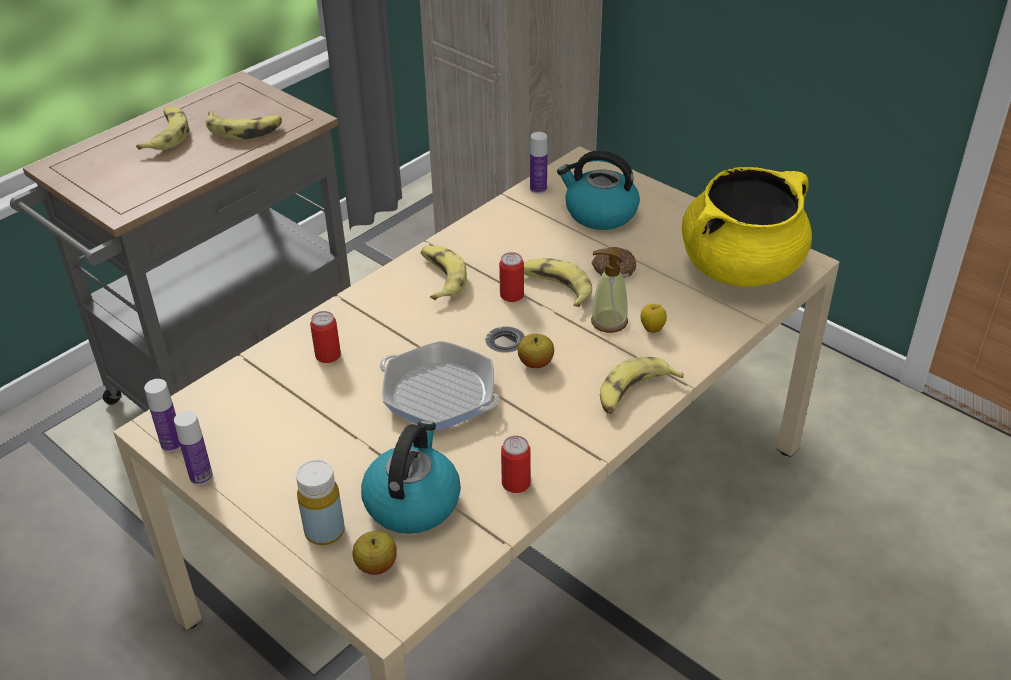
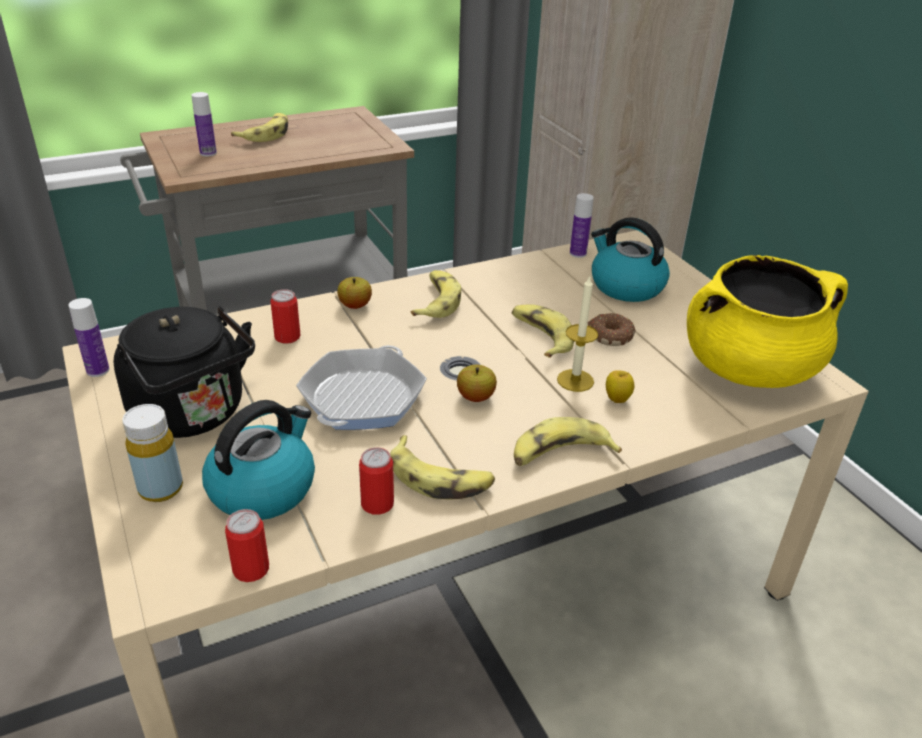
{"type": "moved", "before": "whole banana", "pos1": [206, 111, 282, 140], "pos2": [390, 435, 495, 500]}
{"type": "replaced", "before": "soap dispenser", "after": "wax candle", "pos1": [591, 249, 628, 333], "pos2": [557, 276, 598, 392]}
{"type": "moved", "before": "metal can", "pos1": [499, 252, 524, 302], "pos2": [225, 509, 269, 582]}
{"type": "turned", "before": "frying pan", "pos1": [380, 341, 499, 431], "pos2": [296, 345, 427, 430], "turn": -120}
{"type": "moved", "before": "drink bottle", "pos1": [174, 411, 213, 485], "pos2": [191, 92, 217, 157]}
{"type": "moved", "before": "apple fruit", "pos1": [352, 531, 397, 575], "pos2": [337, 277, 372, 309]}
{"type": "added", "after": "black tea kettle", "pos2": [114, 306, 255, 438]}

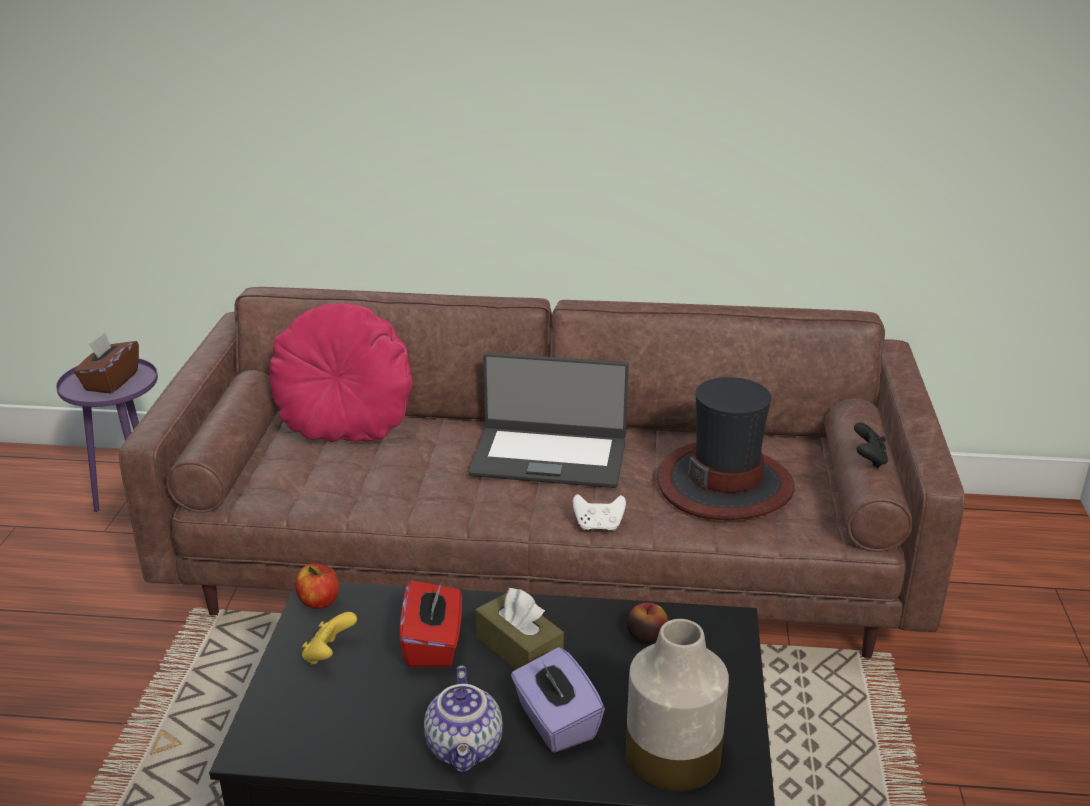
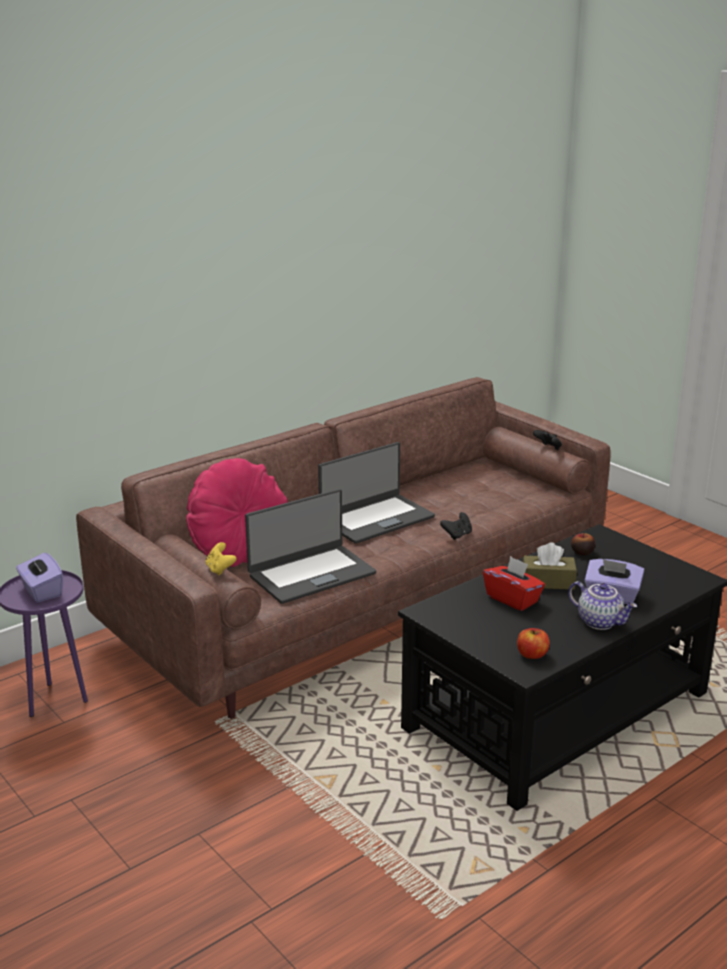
{"type": "recoloured", "before": "brown-coloured box of tissues", "after": "purple box of tissues", "pos1": [74, 333, 139, 394], "pos2": [16, 553, 63, 603]}
{"type": "removed", "before": "wearable hat", "pos1": [657, 377, 795, 520]}
{"type": "recoloured", "before": "white-coloured game controller", "after": "black game controller", "pos1": [573, 494, 626, 531], "pos2": [440, 512, 472, 540]}
{"type": "moved", "before": "apple fruit", "pos1": [295, 563, 339, 609], "pos2": [517, 628, 550, 659]}
{"type": "moved", "before": "yellowish game controller", "pos1": [302, 612, 357, 665], "pos2": [206, 542, 237, 576]}
{"type": "removed", "before": "sand-coloured decorative vase", "pos1": [626, 619, 729, 792]}
{"type": "added", "after": "notebook computer", "pos2": [245, 489, 376, 604]}

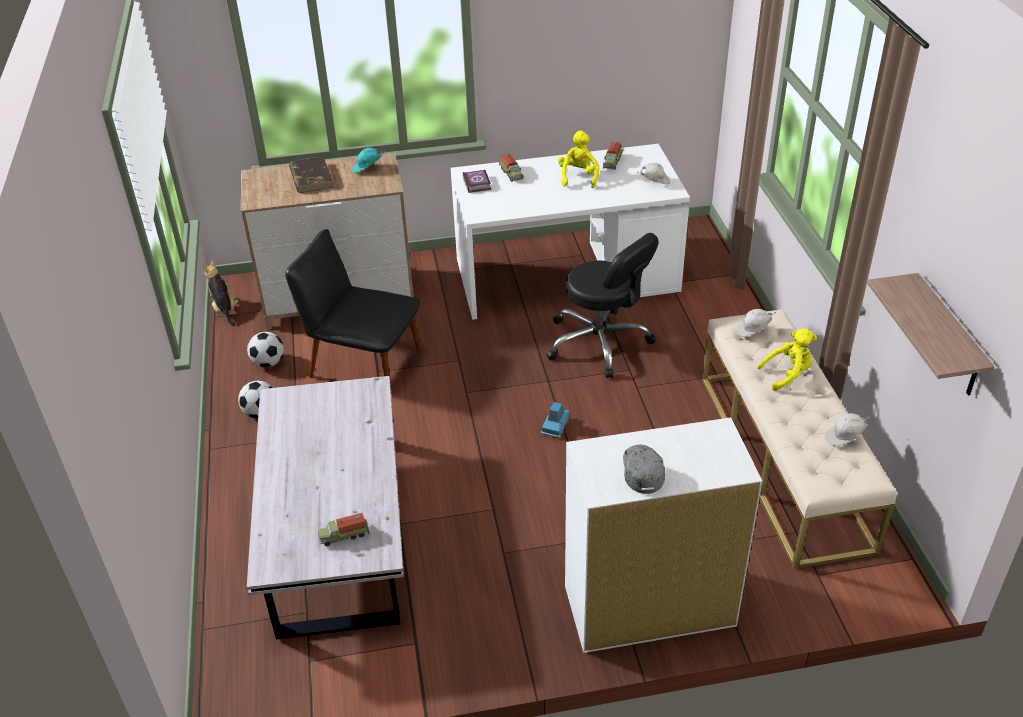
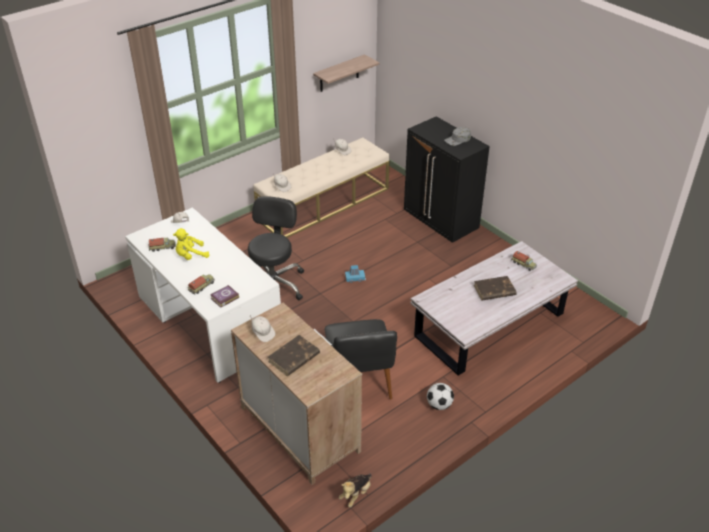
{"type": "recoloured", "before": "turquoise peaked cap", "after": "white-coloured peaked cap", "pos1": [352, 148, 386, 173], "pos2": [249, 316, 275, 342]}
{"type": "removed", "before": "yellowish cuddly toy", "pos1": [757, 328, 817, 391]}
{"type": "removed", "before": "ball for football", "pos1": [247, 332, 284, 368]}
{"type": "recoloured", "before": "white-coloured cabinet", "after": "black cabinet", "pos1": [565, 417, 762, 653], "pos2": [404, 116, 490, 243]}
{"type": "added", "after": "brown-coloured book", "pos2": [474, 276, 517, 300]}

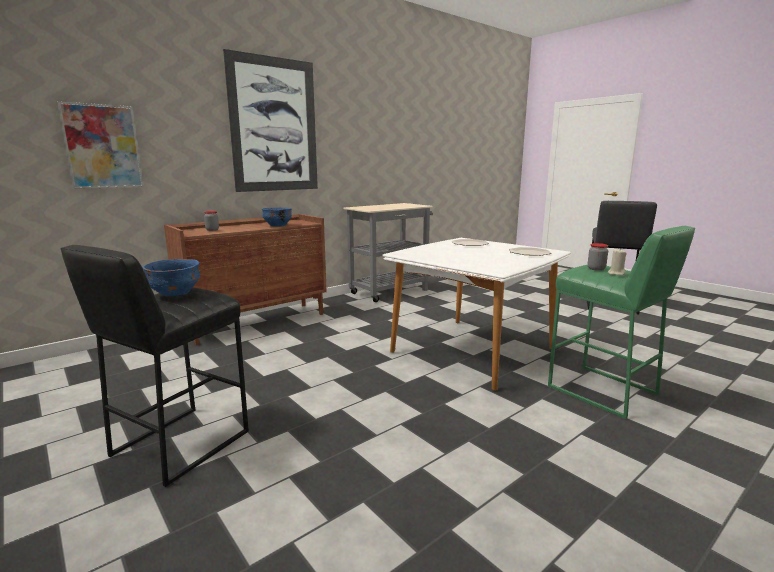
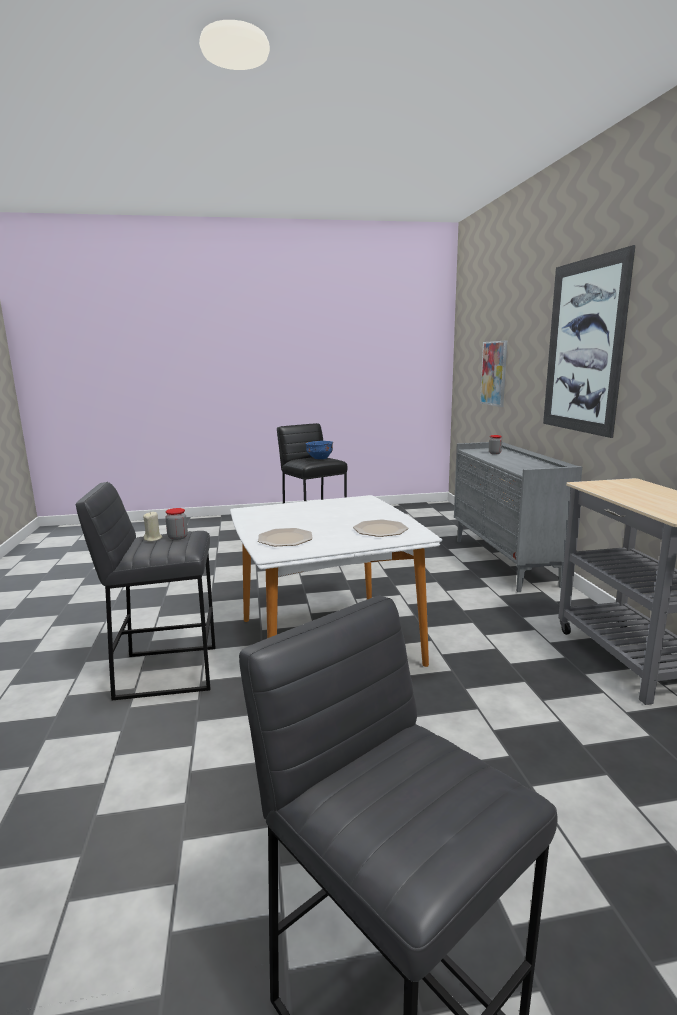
{"type": "removed", "before": "blue serving bowl", "pos1": [262, 207, 292, 227]}
{"type": "recoloured", "before": "brown-coloured cabinet", "after": "greyish cabinet", "pos1": [164, 214, 327, 345], "pos2": [454, 442, 582, 592]}
{"type": "recoloured", "before": "green sitting stool", "after": "greyish sitting stool", "pos1": [548, 226, 695, 419], "pos2": [76, 482, 215, 700]}

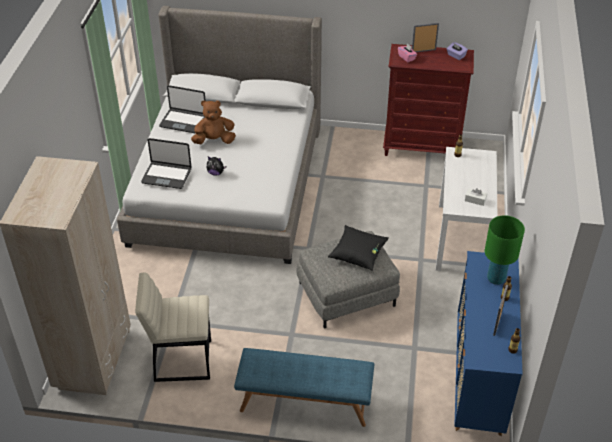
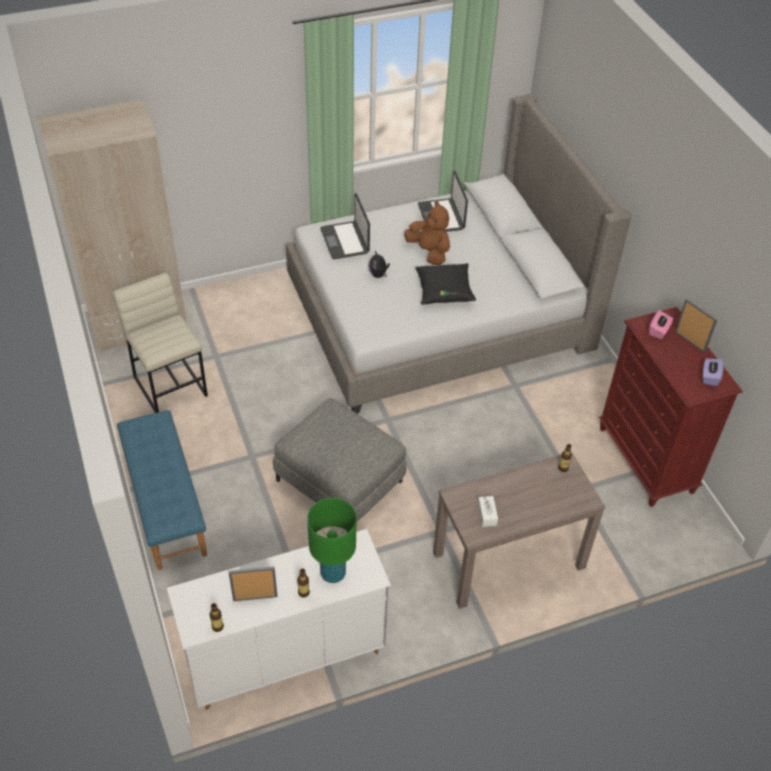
{"type": "recoloured", "before": "white-coloured narrow table", "after": "brown-coloured narrow table", "pos1": [436, 147, 497, 271], "pos2": [433, 451, 606, 609]}
{"type": "moved", "before": "black cushion", "pos1": [328, 225, 388, 271], "pos2": [415, 263, 476, 305]}
{"type": "recoloured", "before": "blue cabinet", "after": "white-coloured cabinet", "pos1": [454, 251, 523, 436], "pos2": [167, 529, 391, 710]}

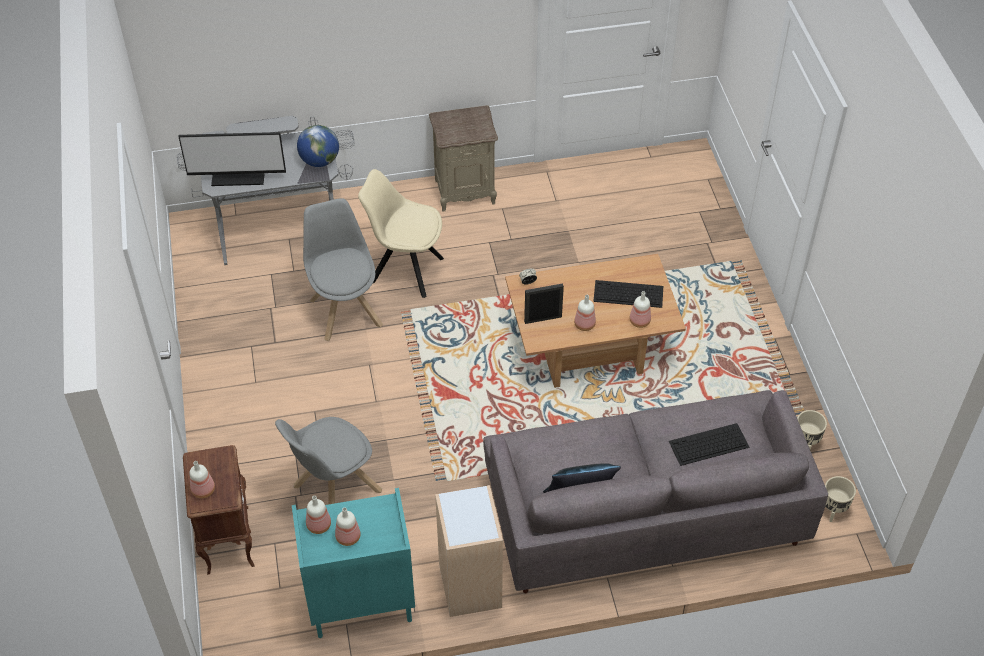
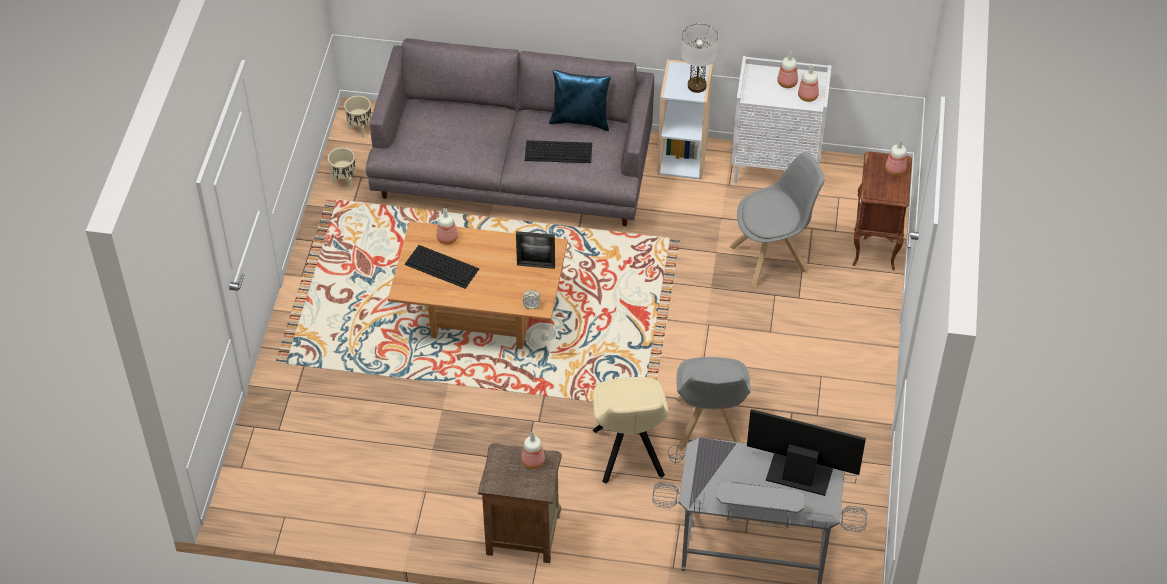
{"type": "removed", "before": "world globe", "pos1": [297, 125, 339, 167]}
{"type": "turned", "before": "sand-coloured upright chair", "pos1": [358, 169, 444, 298], "pos2": [592, 377, 669, 484], "turn": 45}
{"type": "moved", "before": "drink bottle", "pos1": [574, 295, 596, 331], "pos2": [521, 432, 545, 469]}
{"type": "moved", "before": "PC keyboard", "pos1": [669, 423, 749, 466], "pos2": [525, 140, 592, 163]}
{"type": "recoloured", "before": "turquoise cabinet", "after": "white-coloured cabinet", "pos1": [292, 488, 415, 638], "pos2": [731, 56, 832, 183]}
{"type": "added", "after": "table lamp", "pos2": [681, 24, 718, 93]}

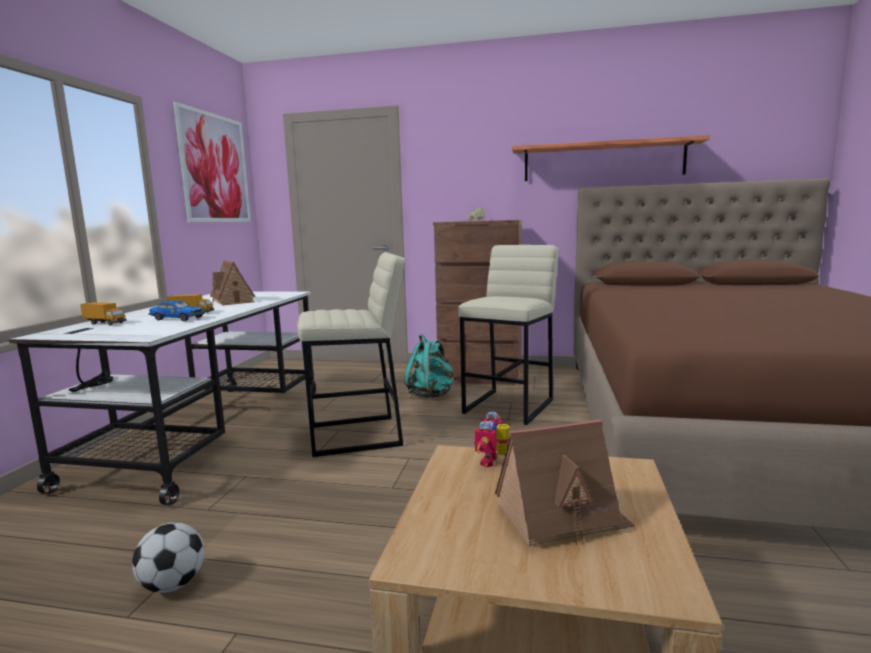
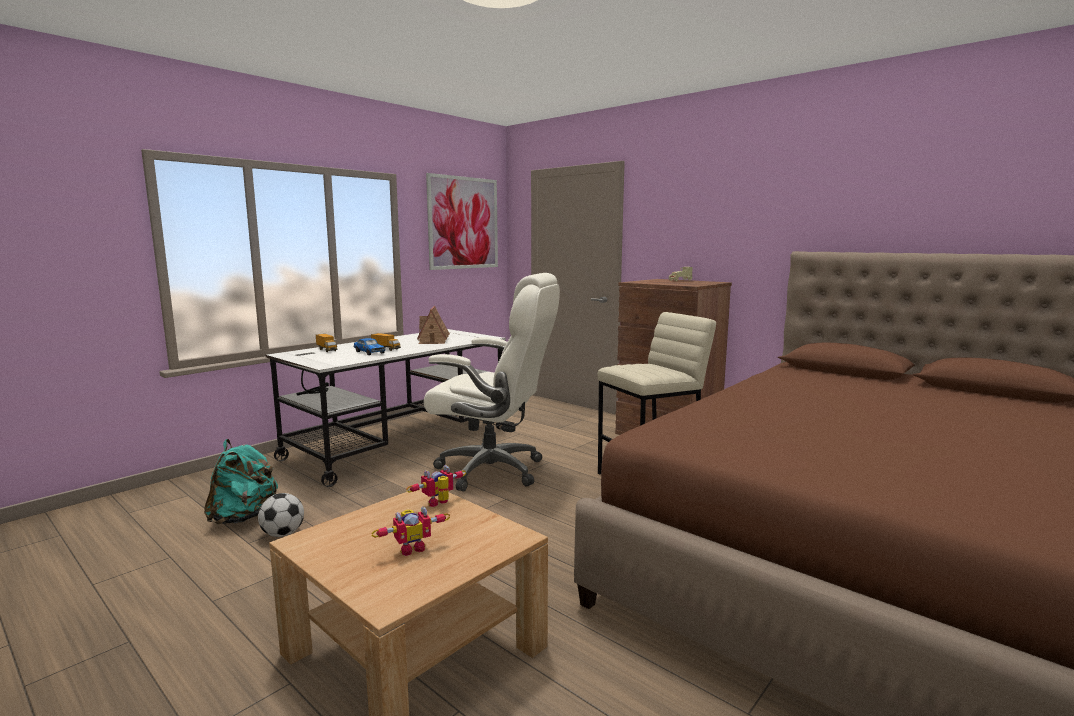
{"type": "removed", "before": "shelf", "pos1": [512, 135, 710, 181]}
{"type": "replaced", "before": "sand-coloured sitting stool", "after": "white-coloured office chair", "pos1": [298, 252, 404, 457], "pos2": [424, 273, 560, 491]}
{"type": "moved", "before": "turquoise rucksack", "pos1": [404, 334, 454, 398], "pos2": [204, 439, 278, 524]}
{"type": "replaced", "before": "toy house", "after": "model robot", "pos1": [495, 419, 635, 547], "pos2": [371, 506, 450, 556]}

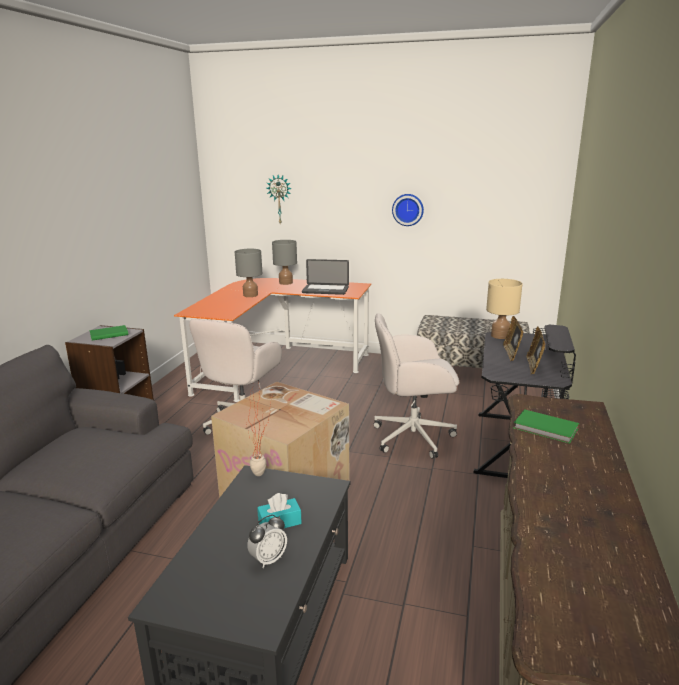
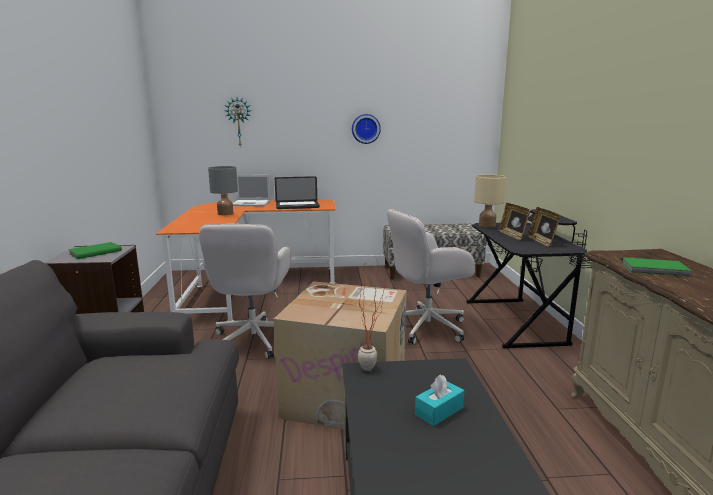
{"type": "replaced", "before": "greyish table lamp", "after": "notebook computer", "pos1": [272, 240, 297, 285], "pos2": [233, 175, 270, 206]}
{"type": "removed", "before": "alarm clock", "pos1": [247, 515, 287, 568]}

